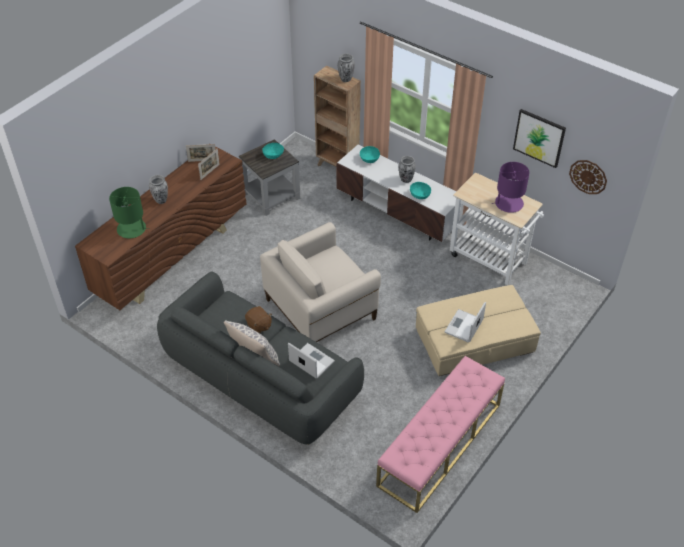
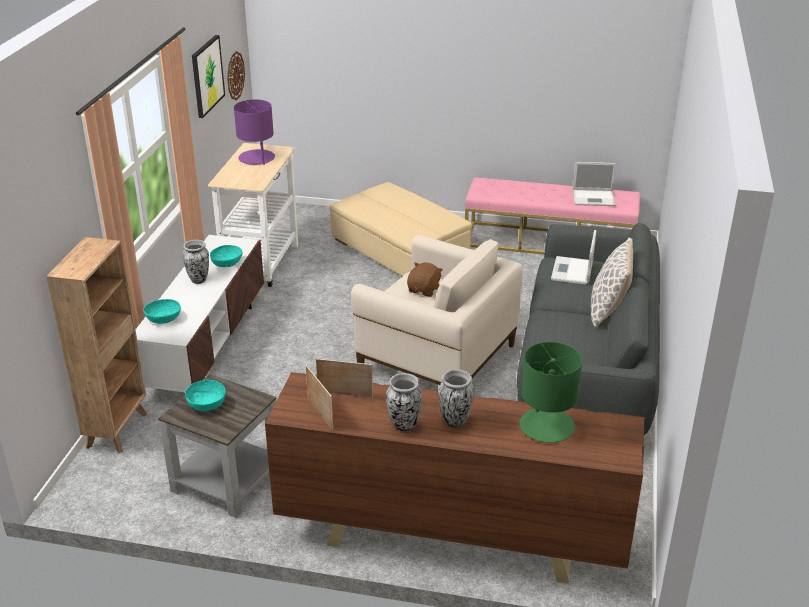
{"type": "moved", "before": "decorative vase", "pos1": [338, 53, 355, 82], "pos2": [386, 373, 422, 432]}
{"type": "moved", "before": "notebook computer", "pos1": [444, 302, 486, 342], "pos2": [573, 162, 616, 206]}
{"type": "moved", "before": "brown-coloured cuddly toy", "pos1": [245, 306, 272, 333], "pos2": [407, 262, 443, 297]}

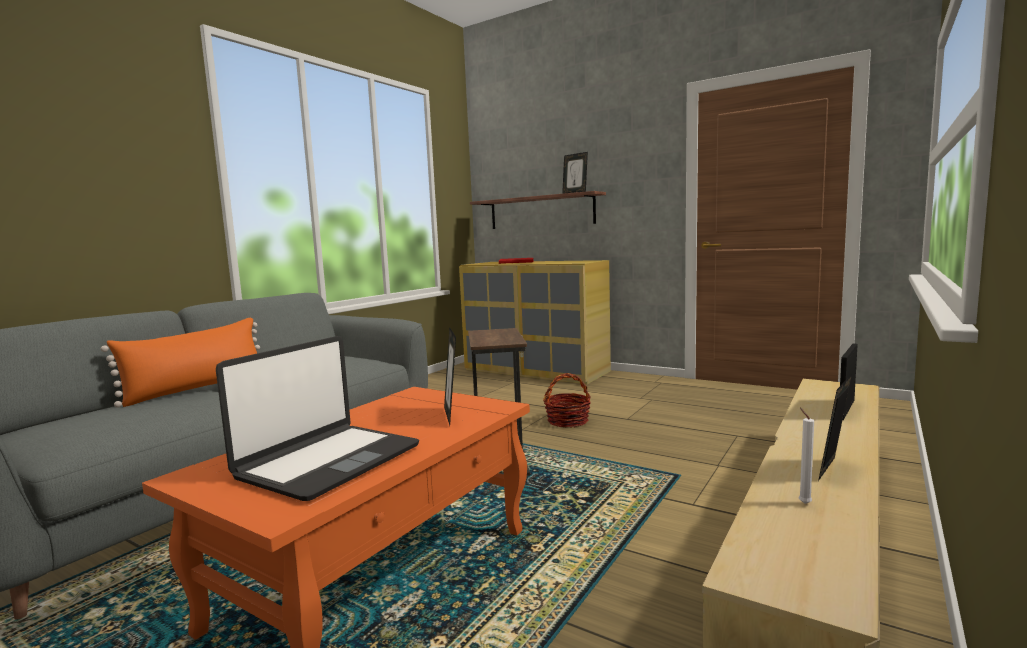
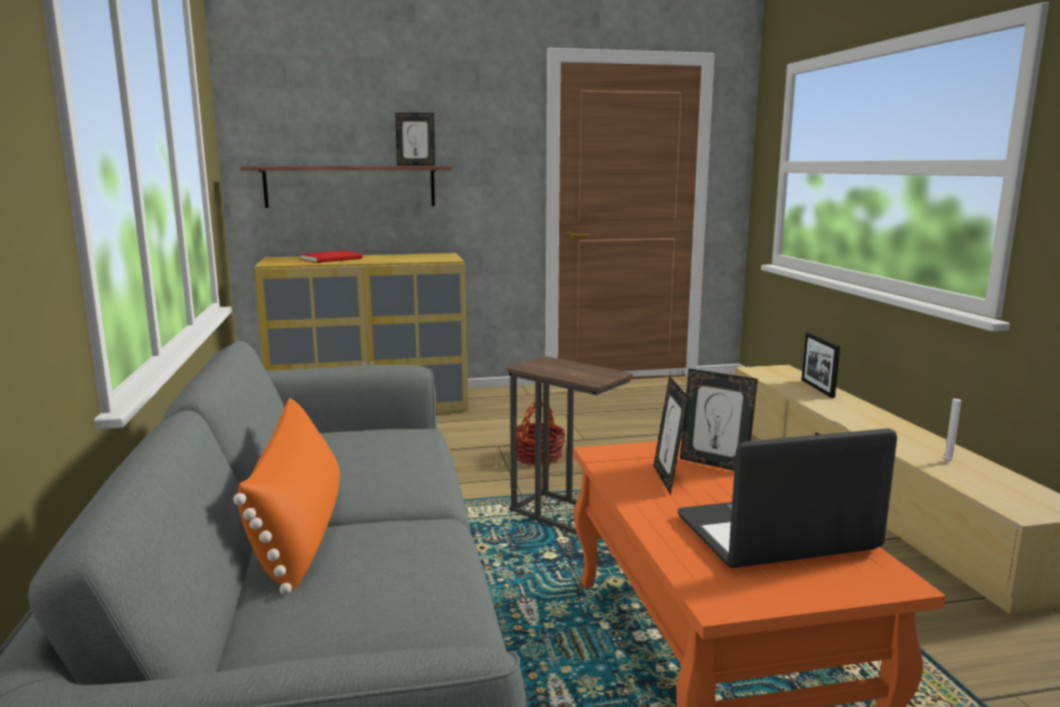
{"type": "turned", "before": "notebook computer", "pos1": [216, 336, 419, 501], "pos2": [677, 428, 897, 568], "turn": -90}
{"type": "moved", "before": "photo frame", "pos1": [818, 374, 852, 481], "pos2": [654, 376, 688, 495]}

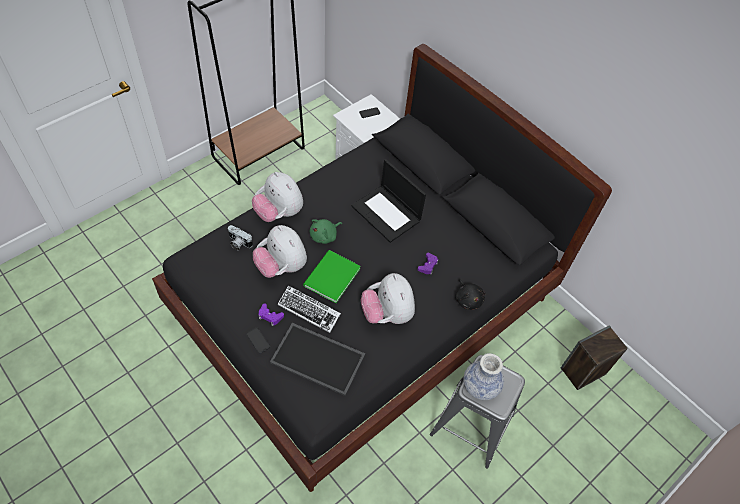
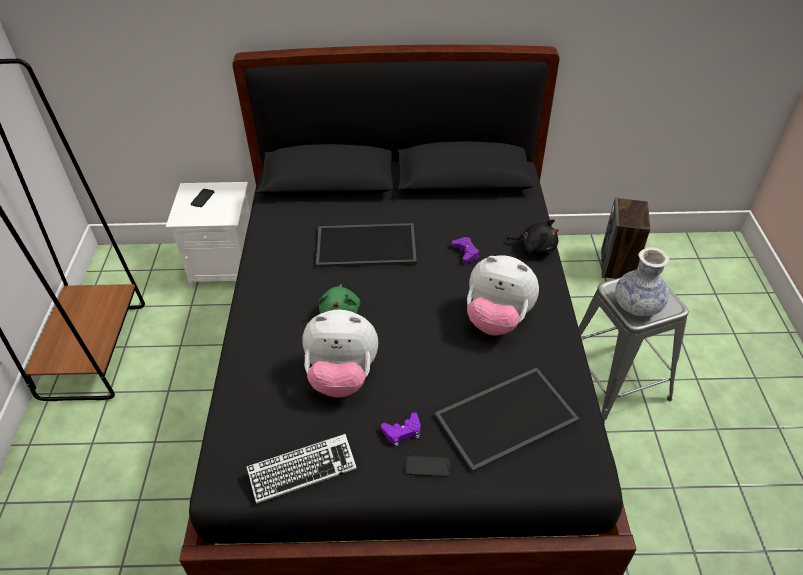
{"type": "replaced", "before": "notebook computer", "after": "serving tray", "pos1": [351, 159, 426, 243], "pos2": [316, 223, 417, 267]}
{"type": "removed", "before": "cuddly toy", "pos1": [252, 172, 303, 222]}
{"type": "removed", "before": "still camera", "pos1": [228, 225, 253, 250]}
{"type": "removed", "before": "green book", "pos1": [303, 250, 361, 303]}
{"type": "moved", "before": "PC keyboard", "pos1": [278, 285, 341, 333], "pos2": [246, 434, 357, 504]}

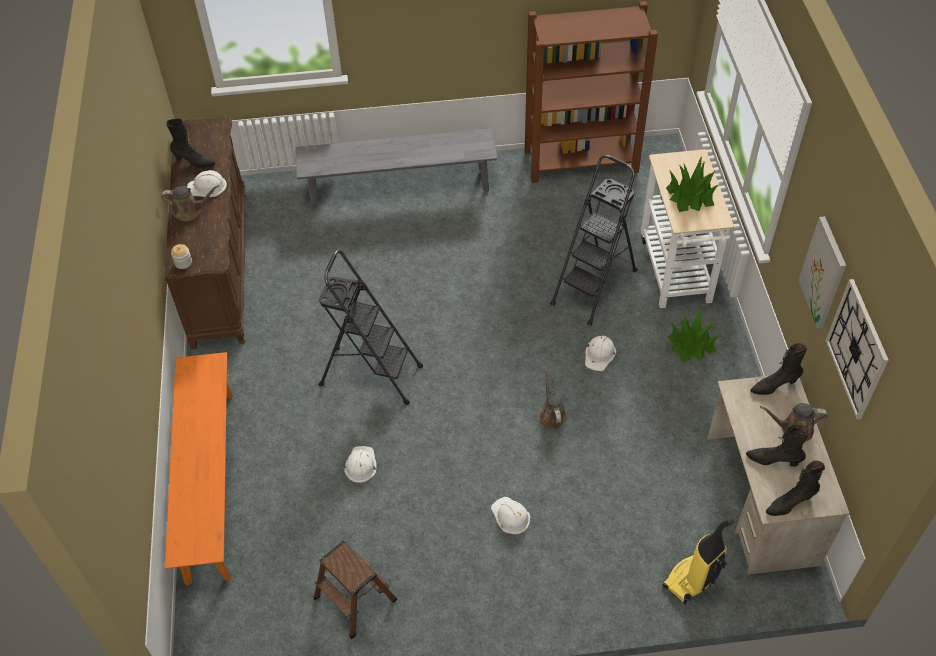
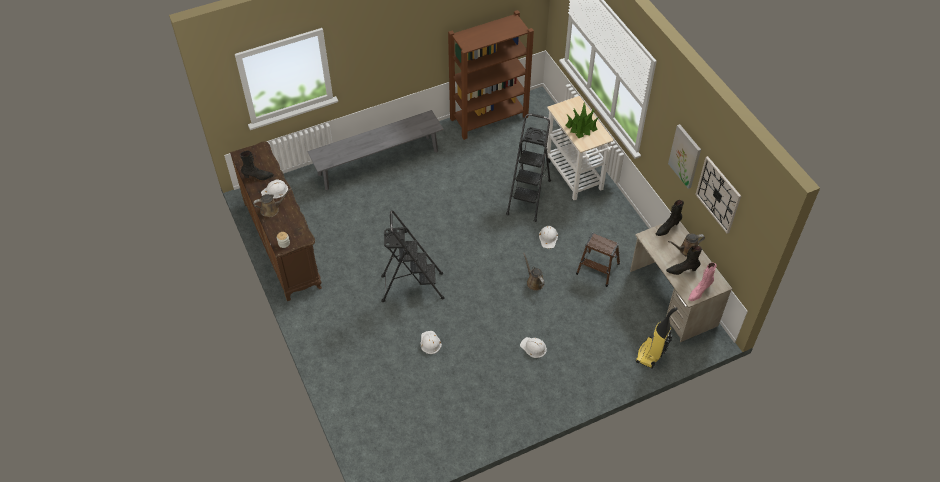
{"type": "removed", "before": "houseplant", "pos1": [667, 309, 720, 362]}
{"type": "removed", "before": "orange long seat", "pos1": [165, 352, 233, 586]}
{"type": "recoloured", "before": "black high-top boot", "after": "pink-coloured high-top boot", "pos1": [766, 461, 825, 516], "pos2": [688, 262, 717, 301]}
{"type": "moved", "before": "brown-coloured step ladder", "pos1": [314, 540, 397, 639], "pos2": [576, 233, 620, 287]}

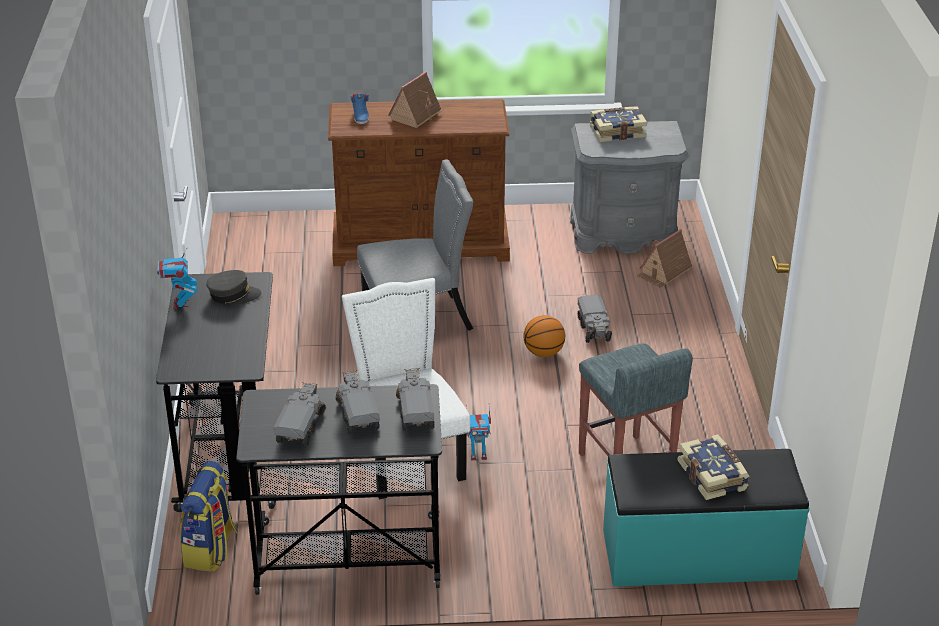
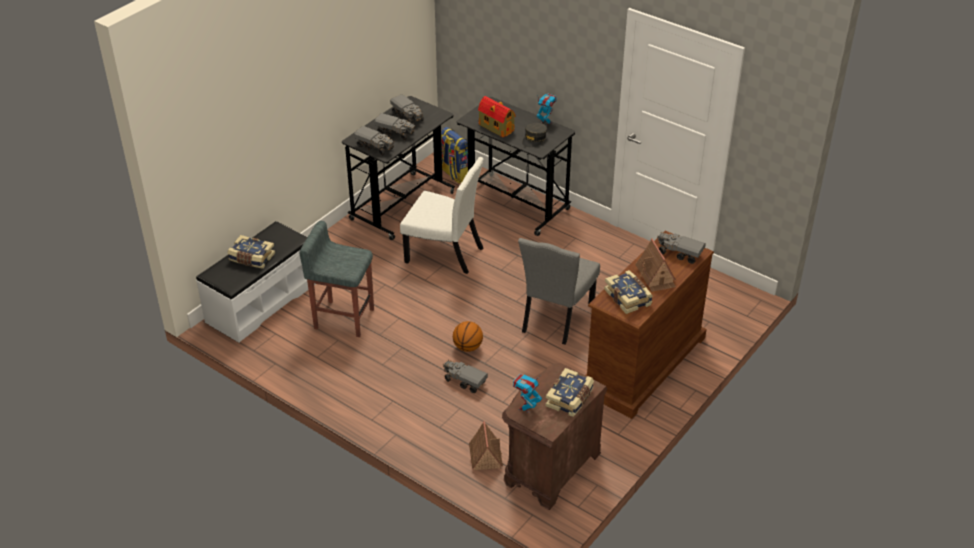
{"type": "replaced", "before": "blue shoe", "after": "toy truck", "pos1": [351, 93, 369, 124], "pos2": [657, 231, 706, 264]}
{"type": "recoloured", "before": "greyish nightstand", "after": "brown-coloured nightstand", "pos1": [569, 121, 689, 254], "pos2": [502, 363, 607, 510]}
{"type": "moved", "before": "model robot", "pos1": [466, 405, 491, 461], "pos2": [513, 374, 542, 413]}
{"type": "recoloured", "before": "turquoise long seat", "after": "white-coloured long seat", "pos1": [603, 449, 809, 587], "pos2": [196, 221, 316, 342]}
{"type": "added", "after": "toy house", "pos2": [478, 96, 516, 137]}
{"type": "added", "after": "book", "pos2": [604, 270, 653, 314]}

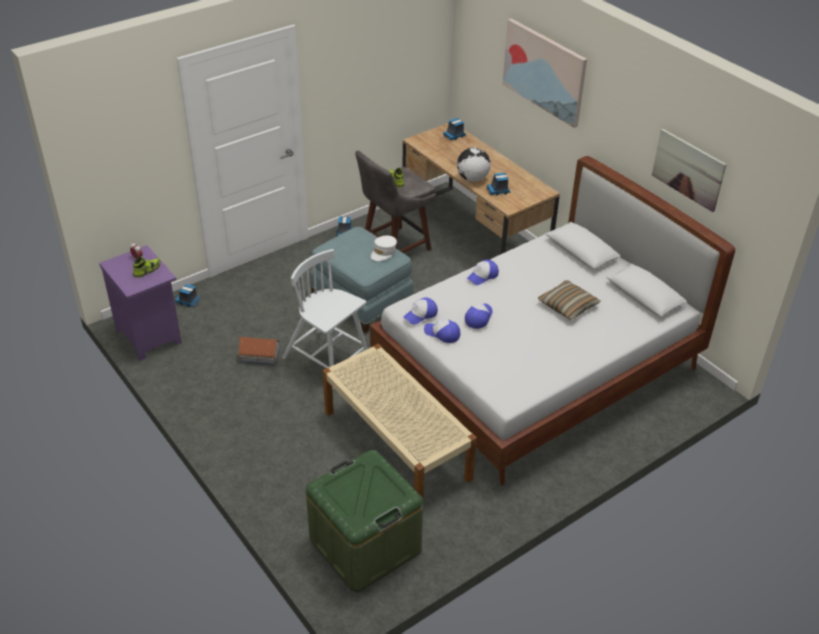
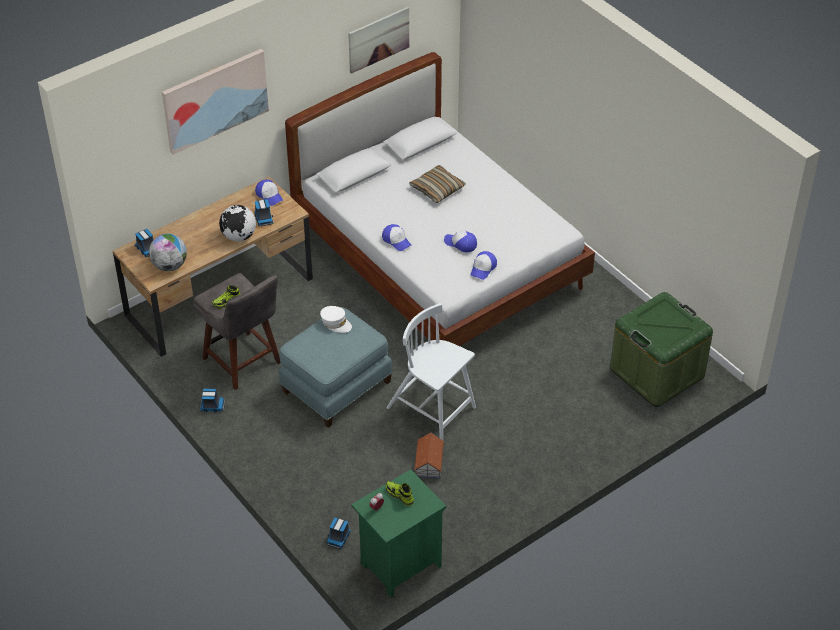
{"type": "recoloured", "before": "purple nightstand", "after": "green nightstand", "pos1": [99, 245, 182, 361], "pos2": [351, 469, 446, 598]}
{"type": "turned", "before": "white-coloured upright chair", "pos1": [283, 249, 367, 389], "pos2": [386, 303, 476, 440], "turn": 90}
{"type": "moved", "before": "peaked cap", "pos1": [403, 298, 438, 324], "pos2": [255, 179, 283, 206]}
{"type": "removed", "before": "sand-coloured long seat", "pos1": [323, 344, 477, 498]}
{"type": "added", "after": "world globe", "pos2": [149, 234, 187, 271]}

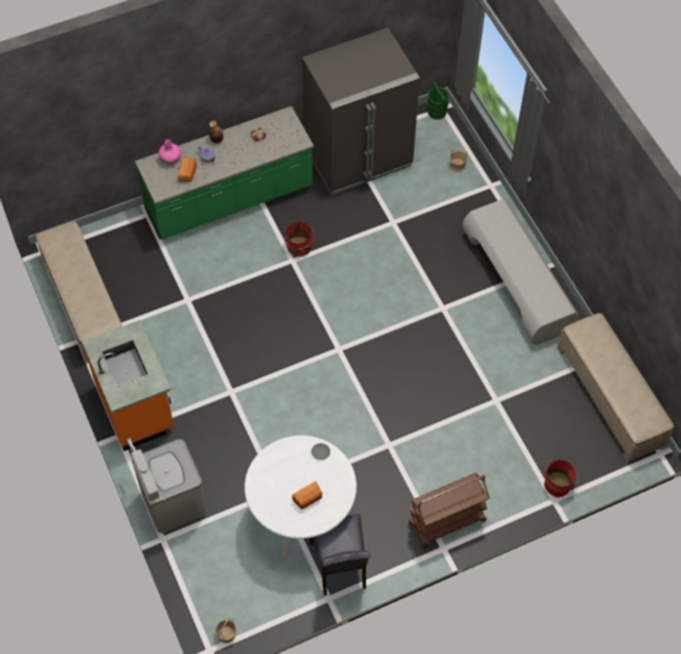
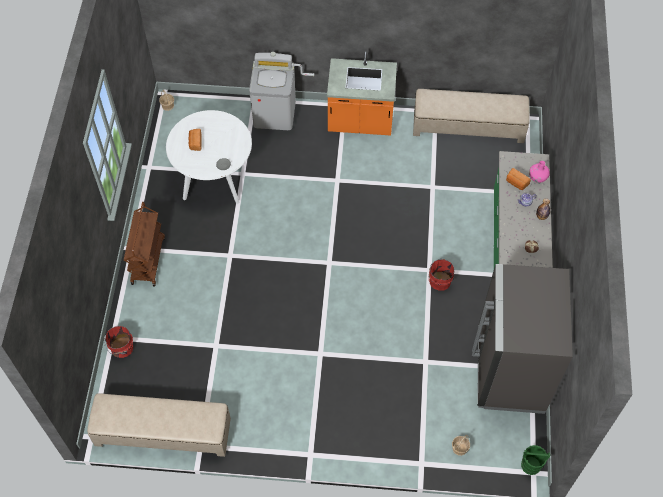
{"type": "removed", "before": "greyish long seat", "pos1": [462, 199, 579, 345]}
{"type": "removed", "before": "greyish upright chair", "pos1": [310, 514, 370, 596]}

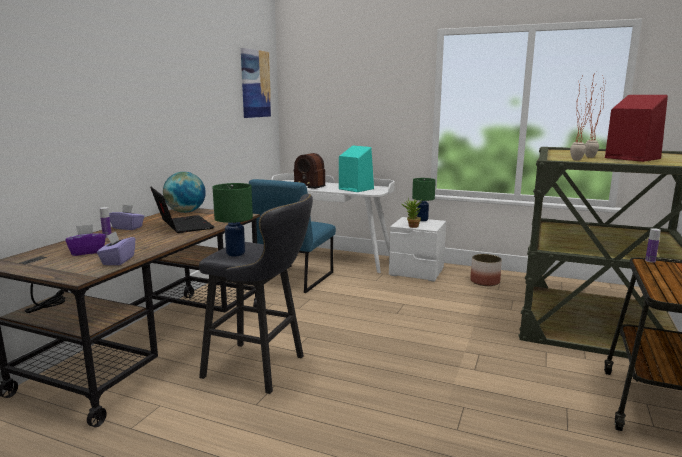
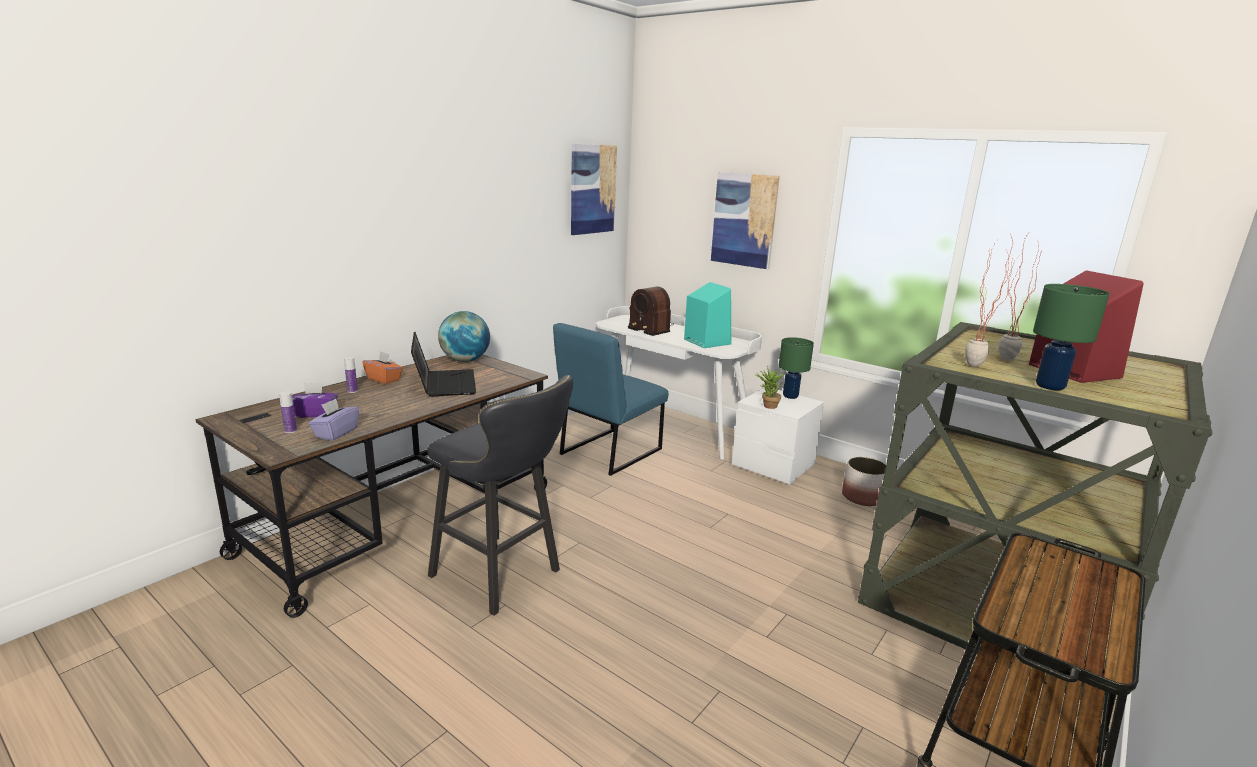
{"type": "moved", "before": "green table lamp", "pos1": [212, 183, 253, 257], "pos2": [1033, 284, 1110, 391]}
{"type": "recoloured", "before": "purple box of tissues", "after": "orange box of tissues", "pos1": [109, 205, 144, 230], "pos2": [362, 351, 403, 384]}
{"type": "moved", "before": "drink bottle", "pos1": [645, 228, 661, 263], "pos2": [279, 391, 297, 433]}
{"type": "added", "after": "wall picture", "pos2": [711, 172, 780, 269]}

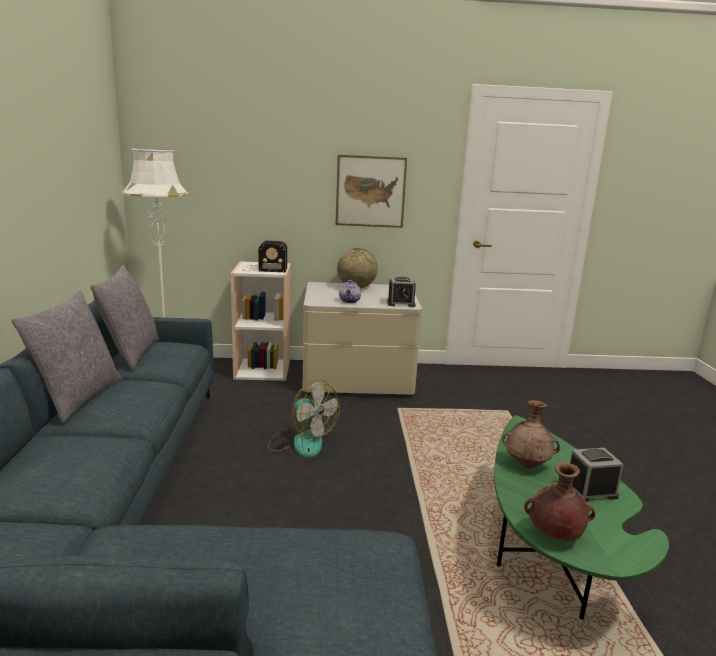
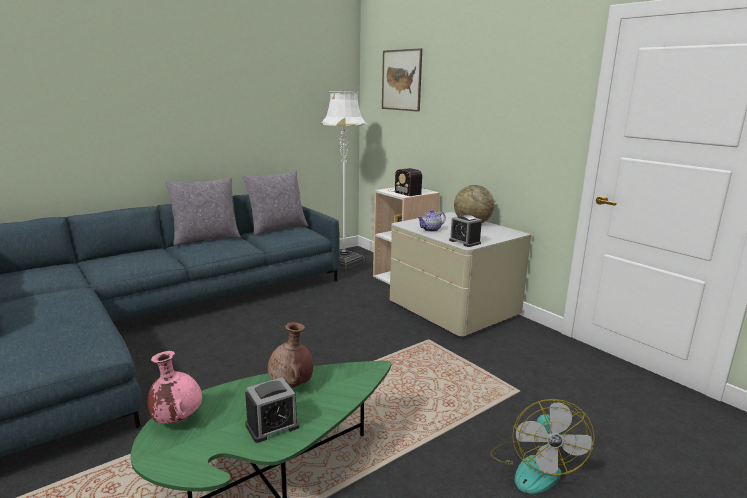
{"type": "moved", "before": "wall picture", "pos1": [336, 155, 407, 228], "pos2": [382, 48, 422, 112]}
{"type": "moved", "before": "fan", "pos1": [268, 380, 340, 458], "pos2": [490, 399, 595, 494]}
{"type": "turned", "before": "alarm clock", "pos1": [570, 448, 623, 502], "pos2": [245, 377, 300, 443], "turn": 105}
{"type": "recoloured", "before": "brown-coloured decorative vase", "after": "pink-coloured decorative vase", "pos1": [524, 462, 595, 541], "pos2": [148, 351, 202, 424]}

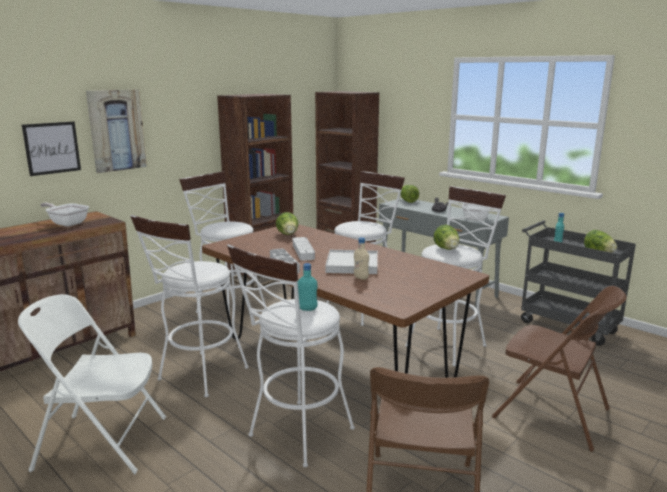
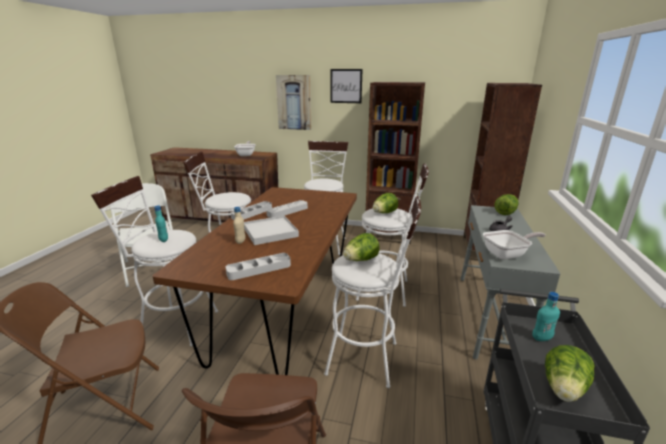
{"type": "moved", "before": "wall picture", "pos1": [22, 122, 81, 176], "pos2": [330, 69, 363, 103]}
{"type": "moved", "before": "lettuce head", "pos1": [276, 212, 298, 235], "pos2": [373, 193, 398, 213]}
{"type": "added", "after": "greyish serving tray", "pos2": [226, 253, 291, 280]}

